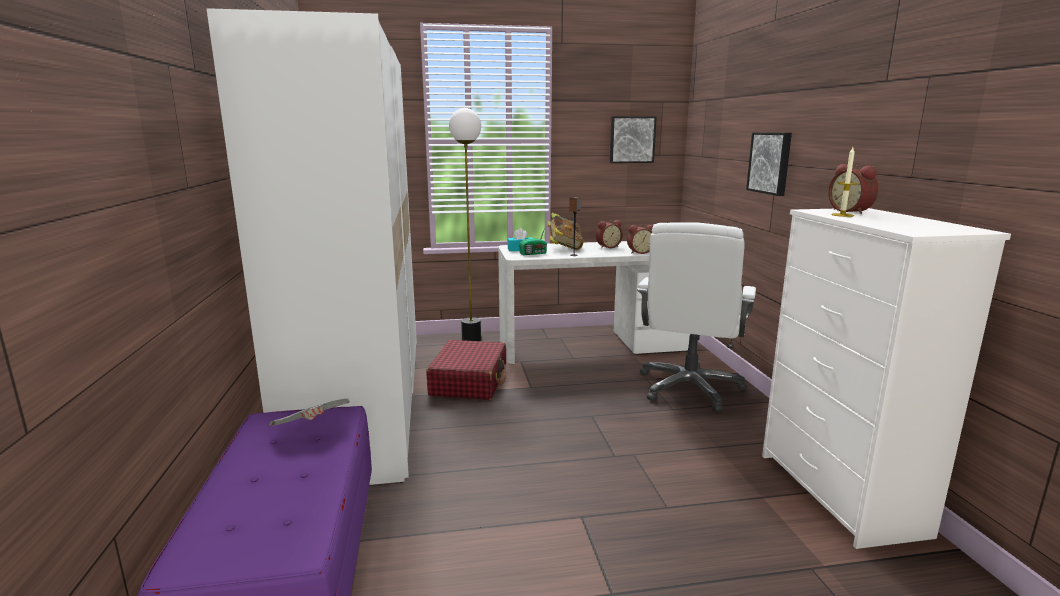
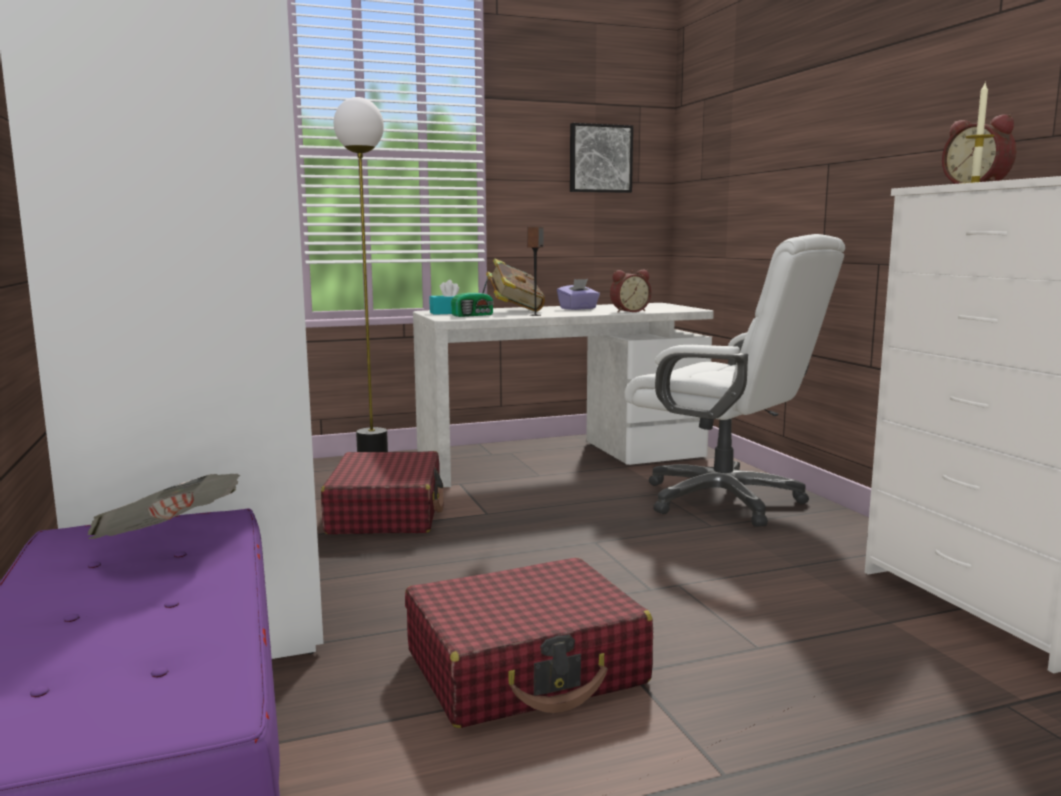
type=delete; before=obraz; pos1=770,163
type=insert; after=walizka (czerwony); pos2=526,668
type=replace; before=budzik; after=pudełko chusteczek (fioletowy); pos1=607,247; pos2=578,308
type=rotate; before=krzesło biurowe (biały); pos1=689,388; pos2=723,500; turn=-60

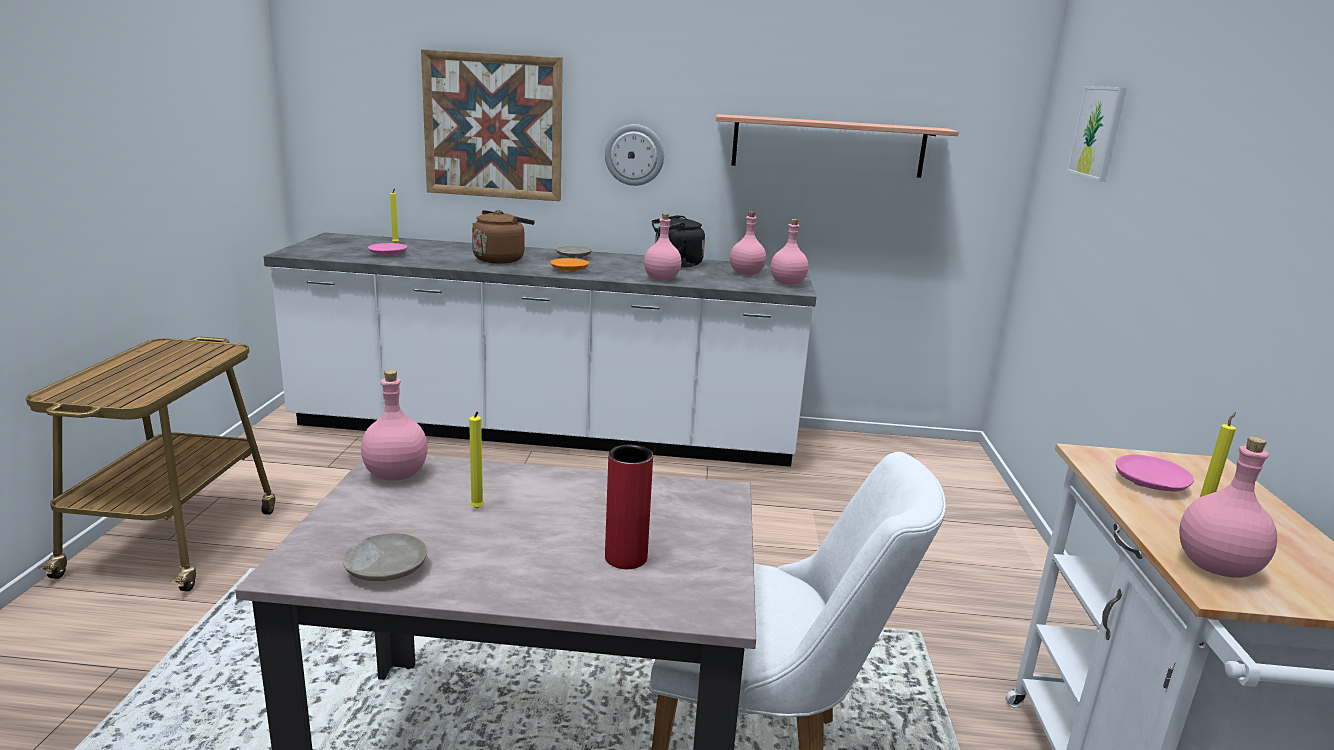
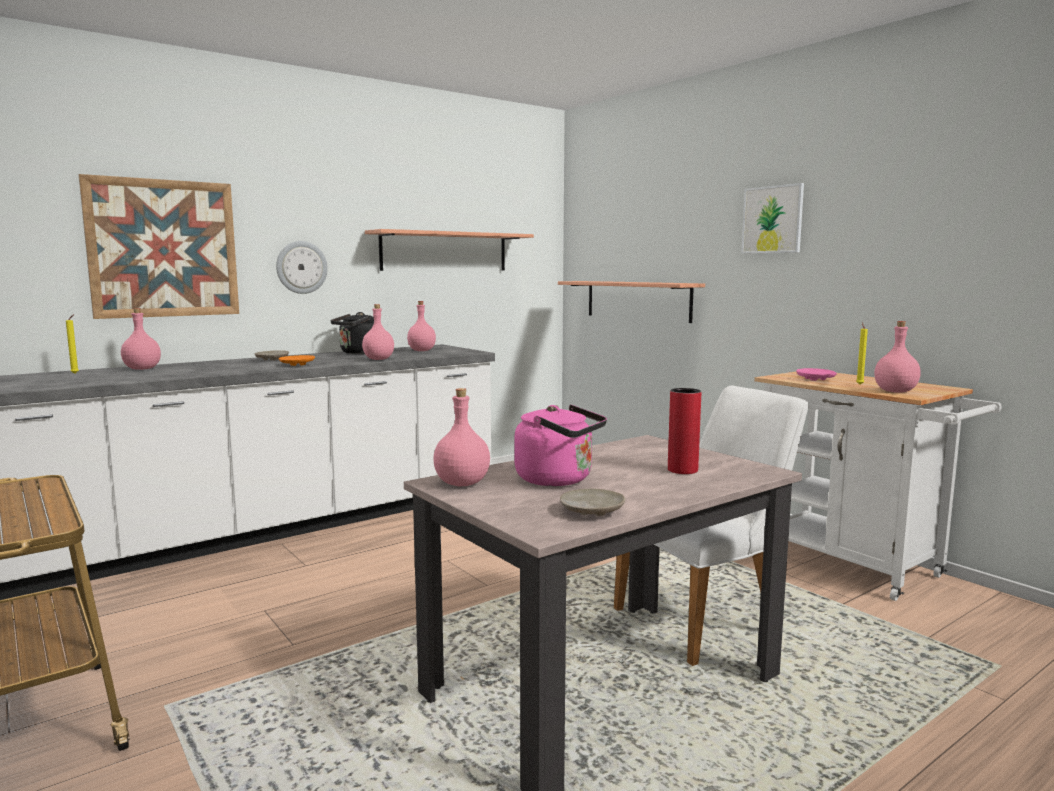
type=delete; before=talerz (różowy); pos1=387,254
type=delete; before=czajnik (brązowy); pos1=501,259
type=insert; after=półka; pos2=637,300
type=move; before=butelka (różowy); pos1=787,283; pos2=142,369
type=move; before=obraz; pos1=1097,132; pos2=772,219
type=replace; before=świeca (żółty); after=czajnik (różowy); pos1=477,510; pos2=559,480

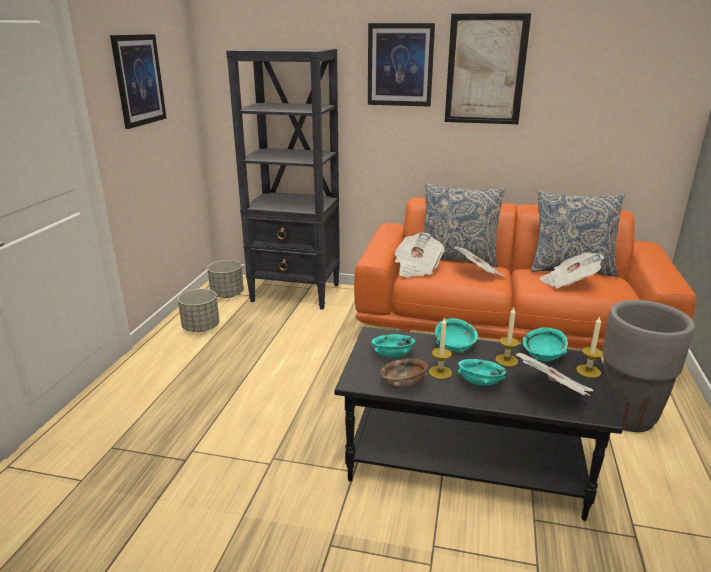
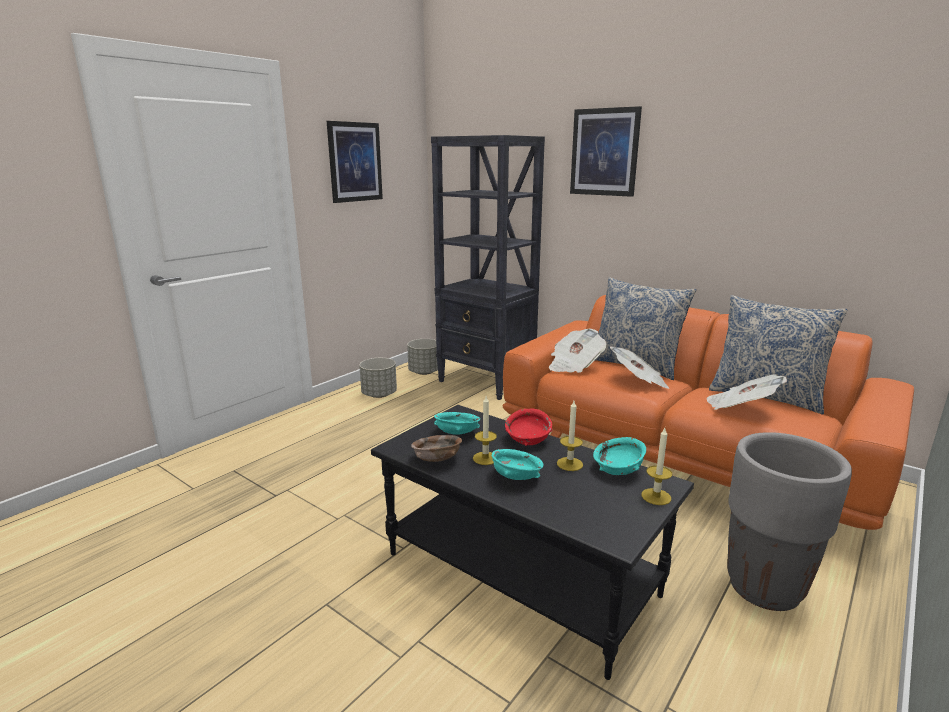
type=delete; before=obraz; pos1=485,70
type=delete; before=gazeta; pos1=553,392
type=recolor; before=miska (turkusowy); after=miska (czerwony); pos1=454,346; pos2=528,439

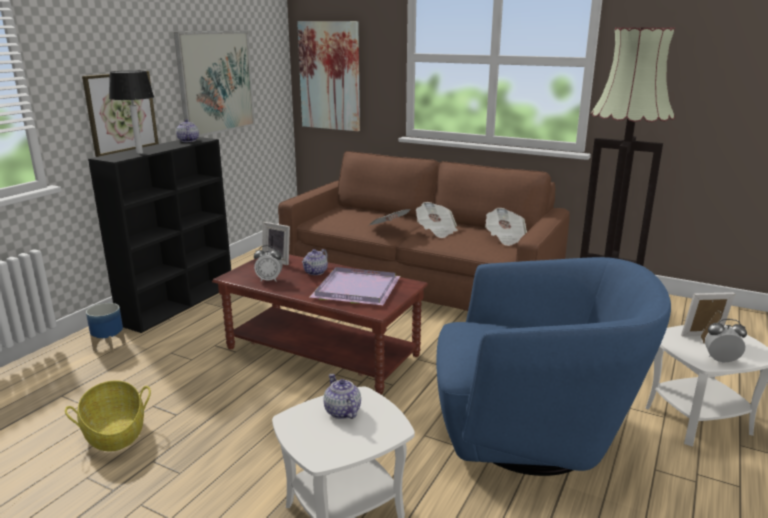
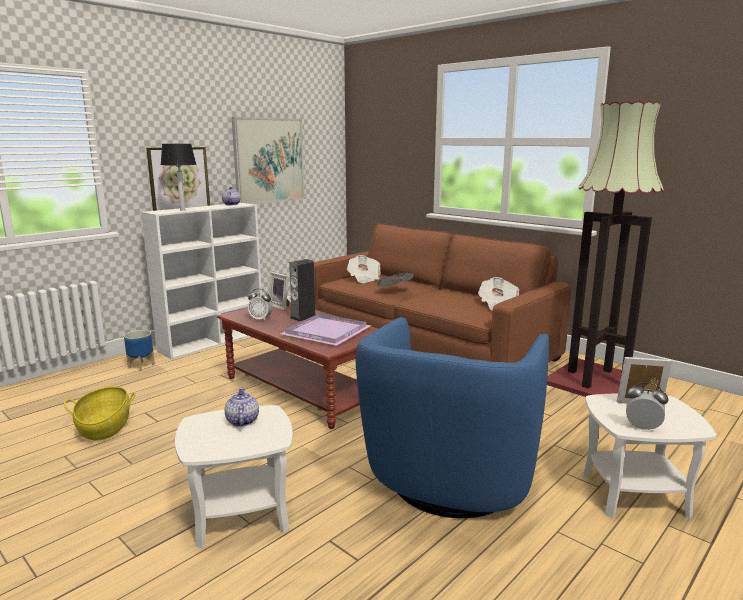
type=delete; before=obraz; pos1=329,76
type=move; before=gazeta; pos1=436,231; pos2=364,279
type=replace; before=imbryk; after=głośnik; pos1=315,272; pos2=303,317
type=recolor; before=regał (czarny); after=regał (biały); pos1=179,303; pos2=213,341
type=rotate; before=fotel (niebieski); pos1=532,434; pos2=450,481; turn=90

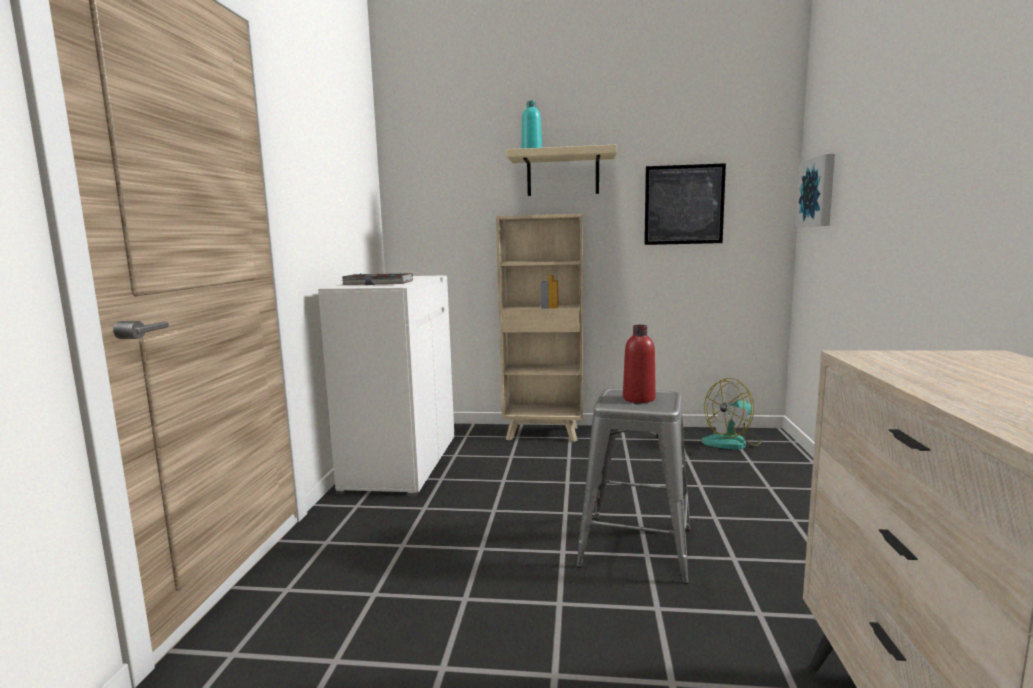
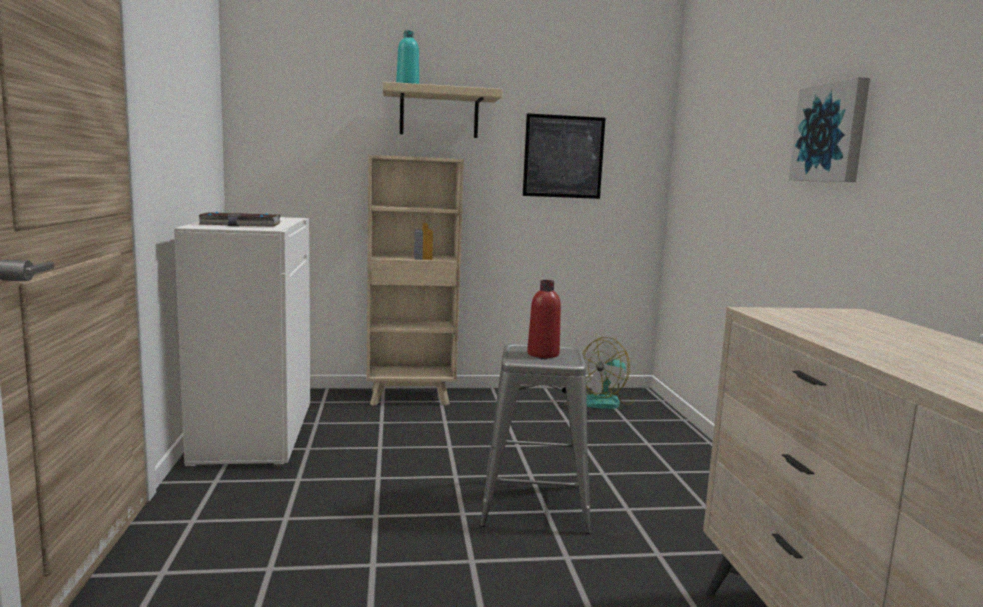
type=move; before=obraz; pos1=818,192; pos2=831,133

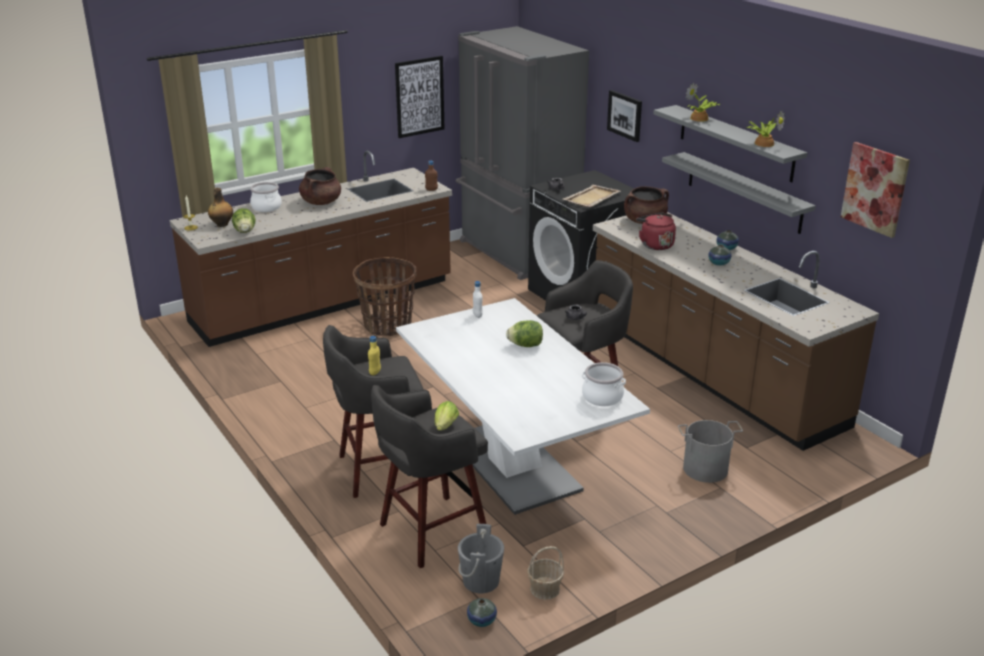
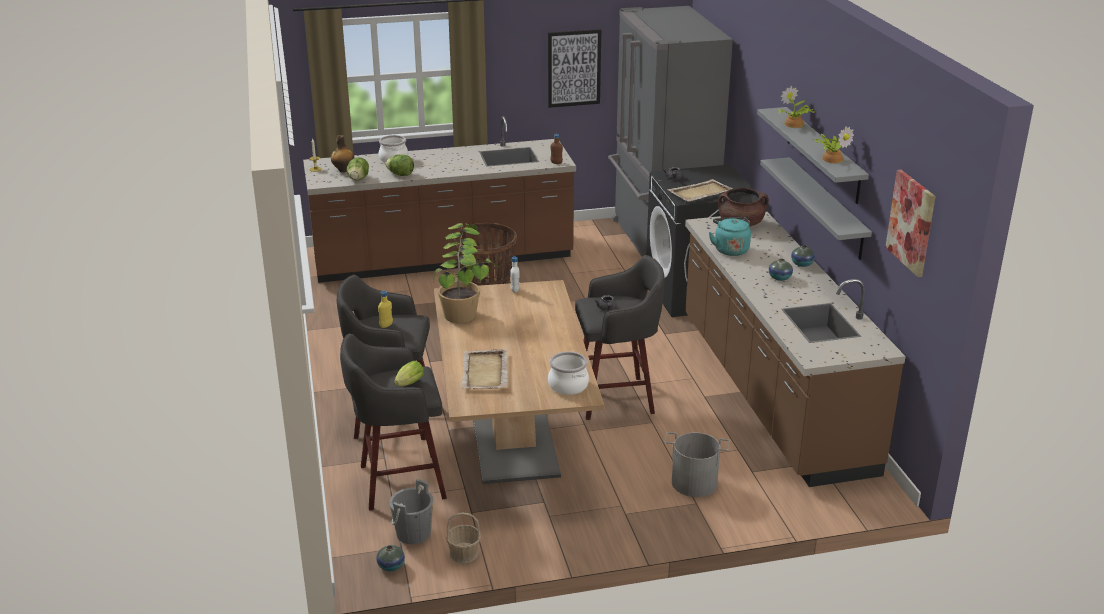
type=delete; before=garnek (brązowy); pos1=321,202
type=delete; before=obraz; pos1=625,115
type=insert; after=roślina doniczkowa; pos2=464,307
type=insert; after=taca (beżowy); pos2=485,372
type=move; before=sałata; pos1=525,345; pos2=400,174
type=recolor; before=stół jadalny (biały); after=stół jadalny (brązowy); pos1=513,464; pos2=513,439
type=recolor; before=czajnik (czerwony); after=czajnik (turkusowy); pos1=655,244; pos2=730,249

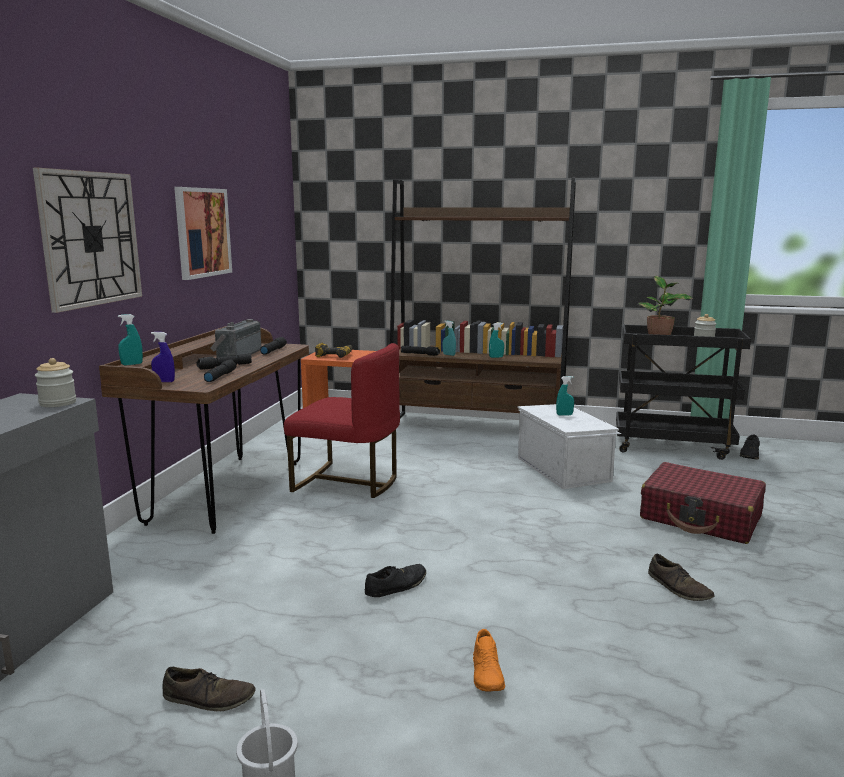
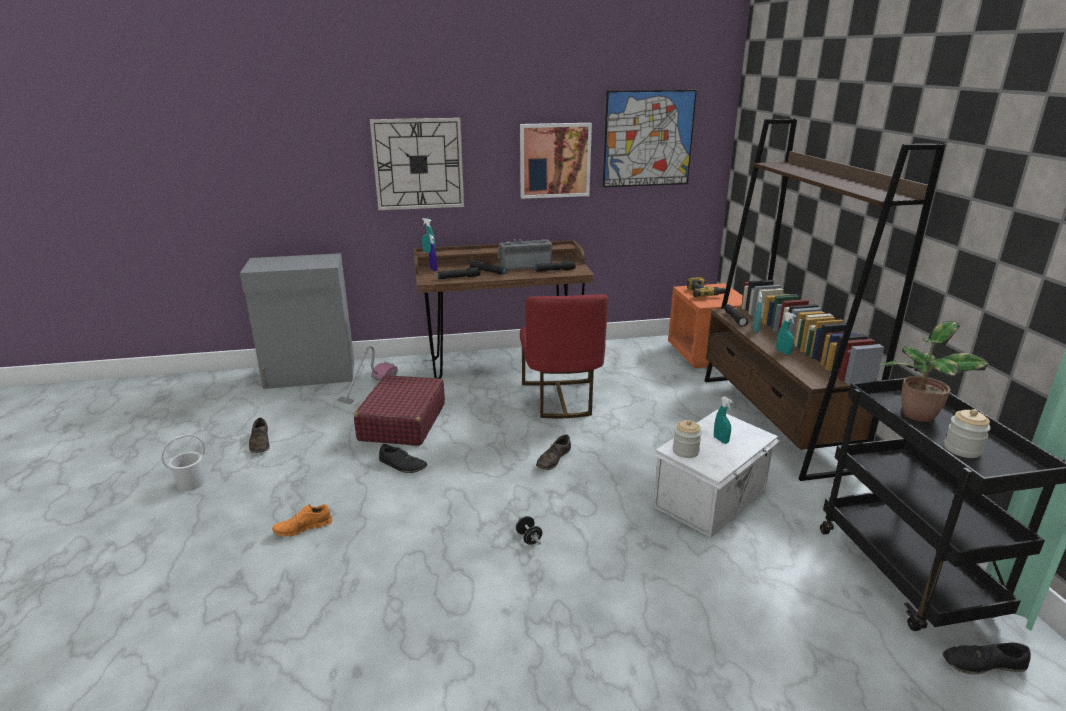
type=insert; after=odkurzacz; pos2=368,387
type=insert; after=hantel (czarny); pos2=529,538
type=insert; after=obraz; pos2=648,139
type=move; before=słoik; pos1=58,403; pos2=685,451
type=move; before=walizka (czerwony); pos1=701,517; pos2=402,422
type=move; before=but (brązowy); pos1=679,588; pos2=553,459

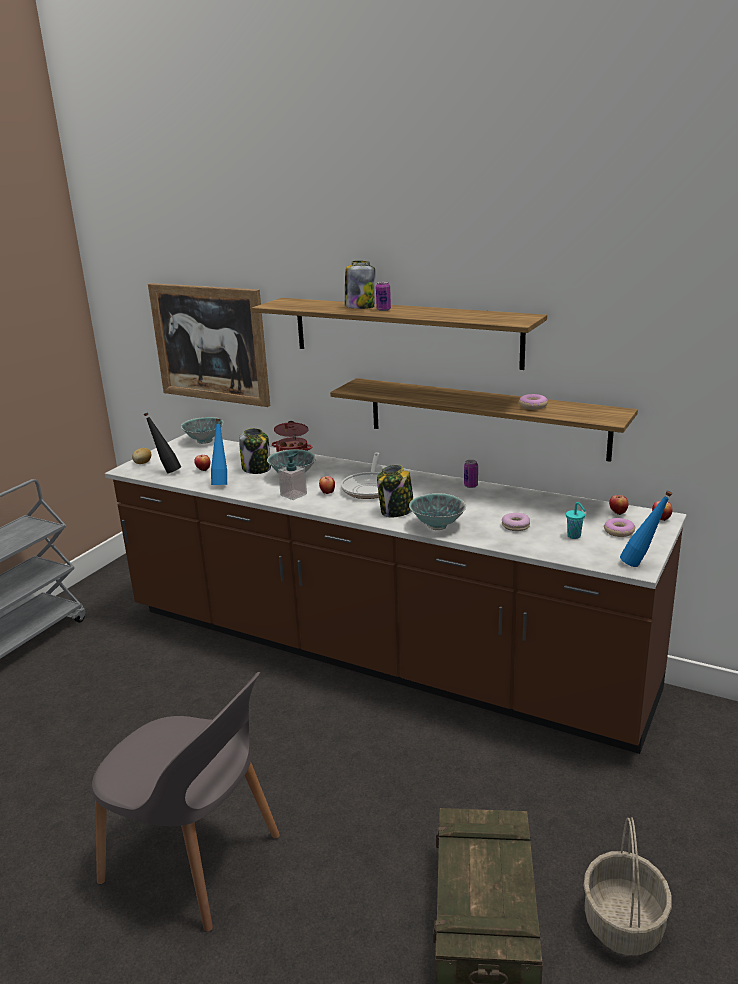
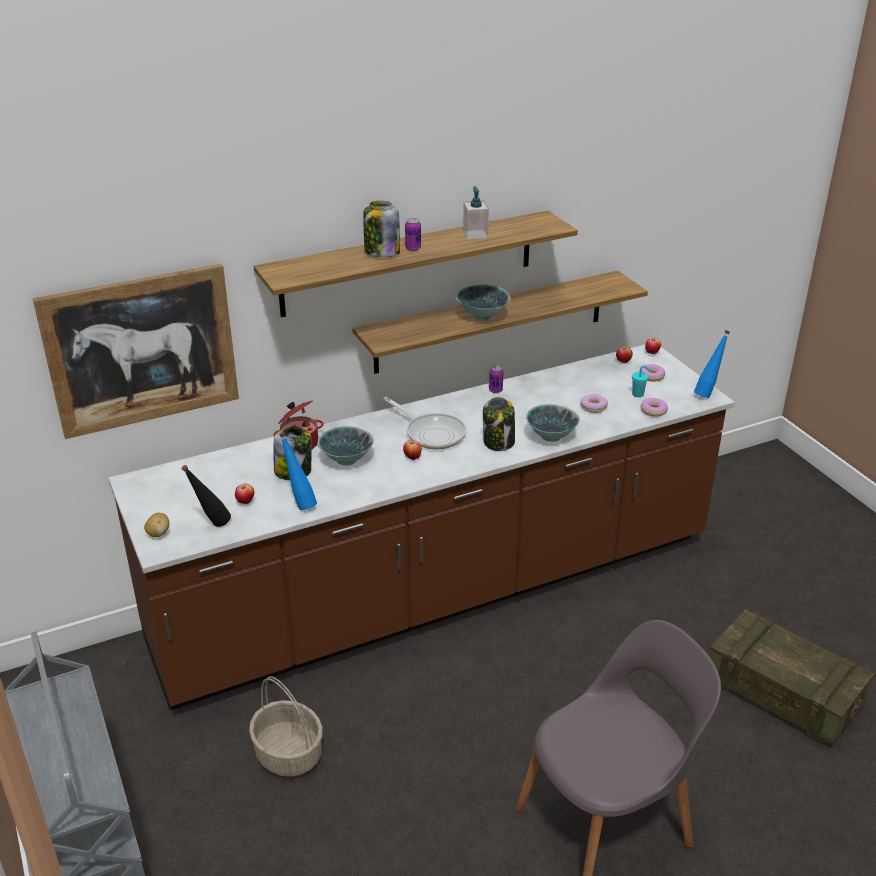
type=move; before=miska; pos1=204,441; pos2=482,316
type=move; before=dozownik mydła; pos1=293,494; pos2=475,234
type=move; before=donut; pos1=533,406; pos2=653,411
type=move; before=koszyk; pos1=624,924; pos2=289,754

